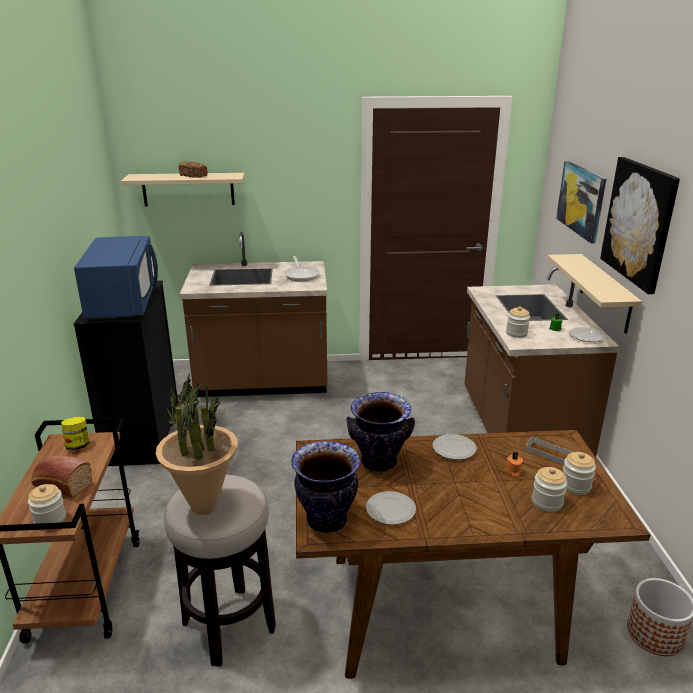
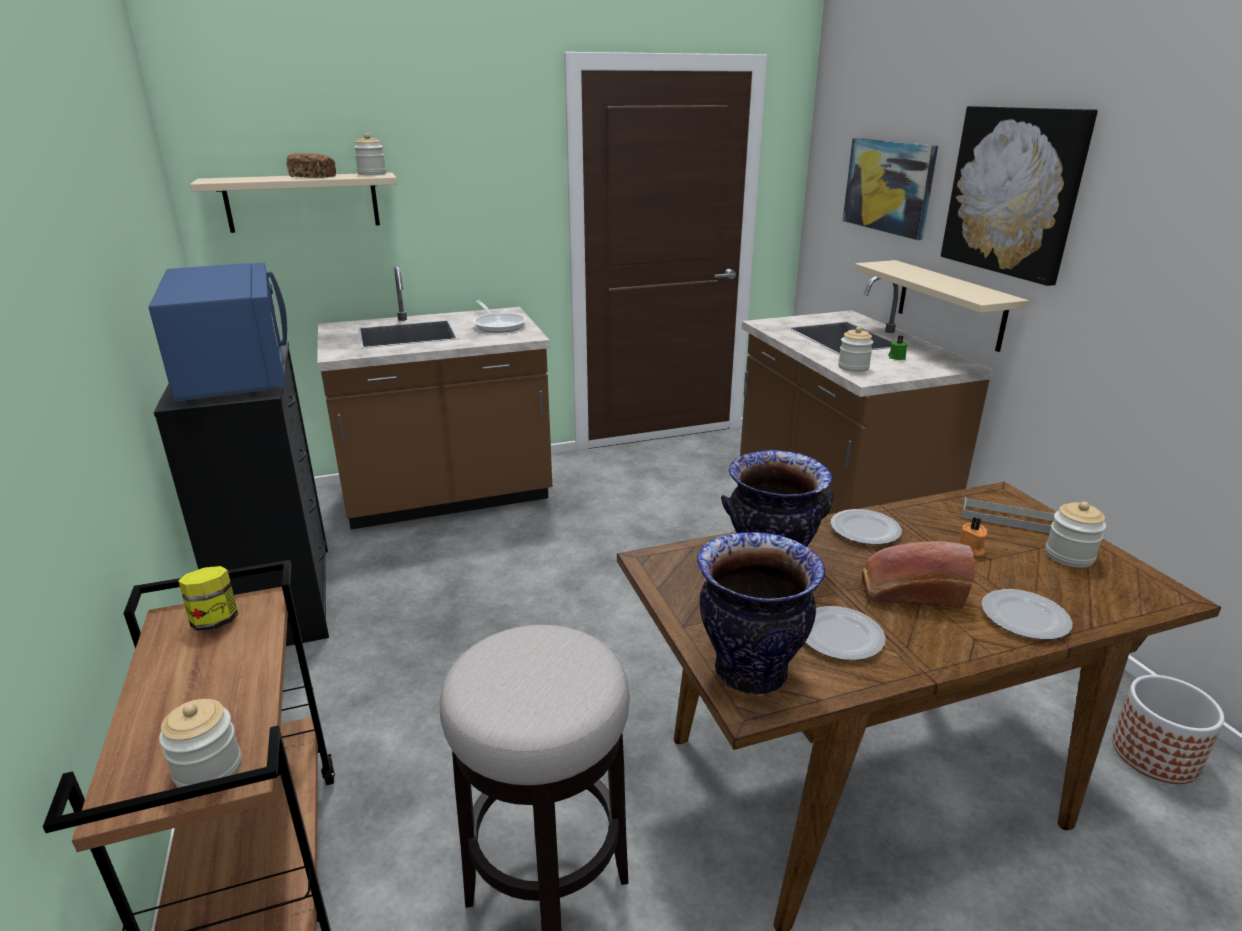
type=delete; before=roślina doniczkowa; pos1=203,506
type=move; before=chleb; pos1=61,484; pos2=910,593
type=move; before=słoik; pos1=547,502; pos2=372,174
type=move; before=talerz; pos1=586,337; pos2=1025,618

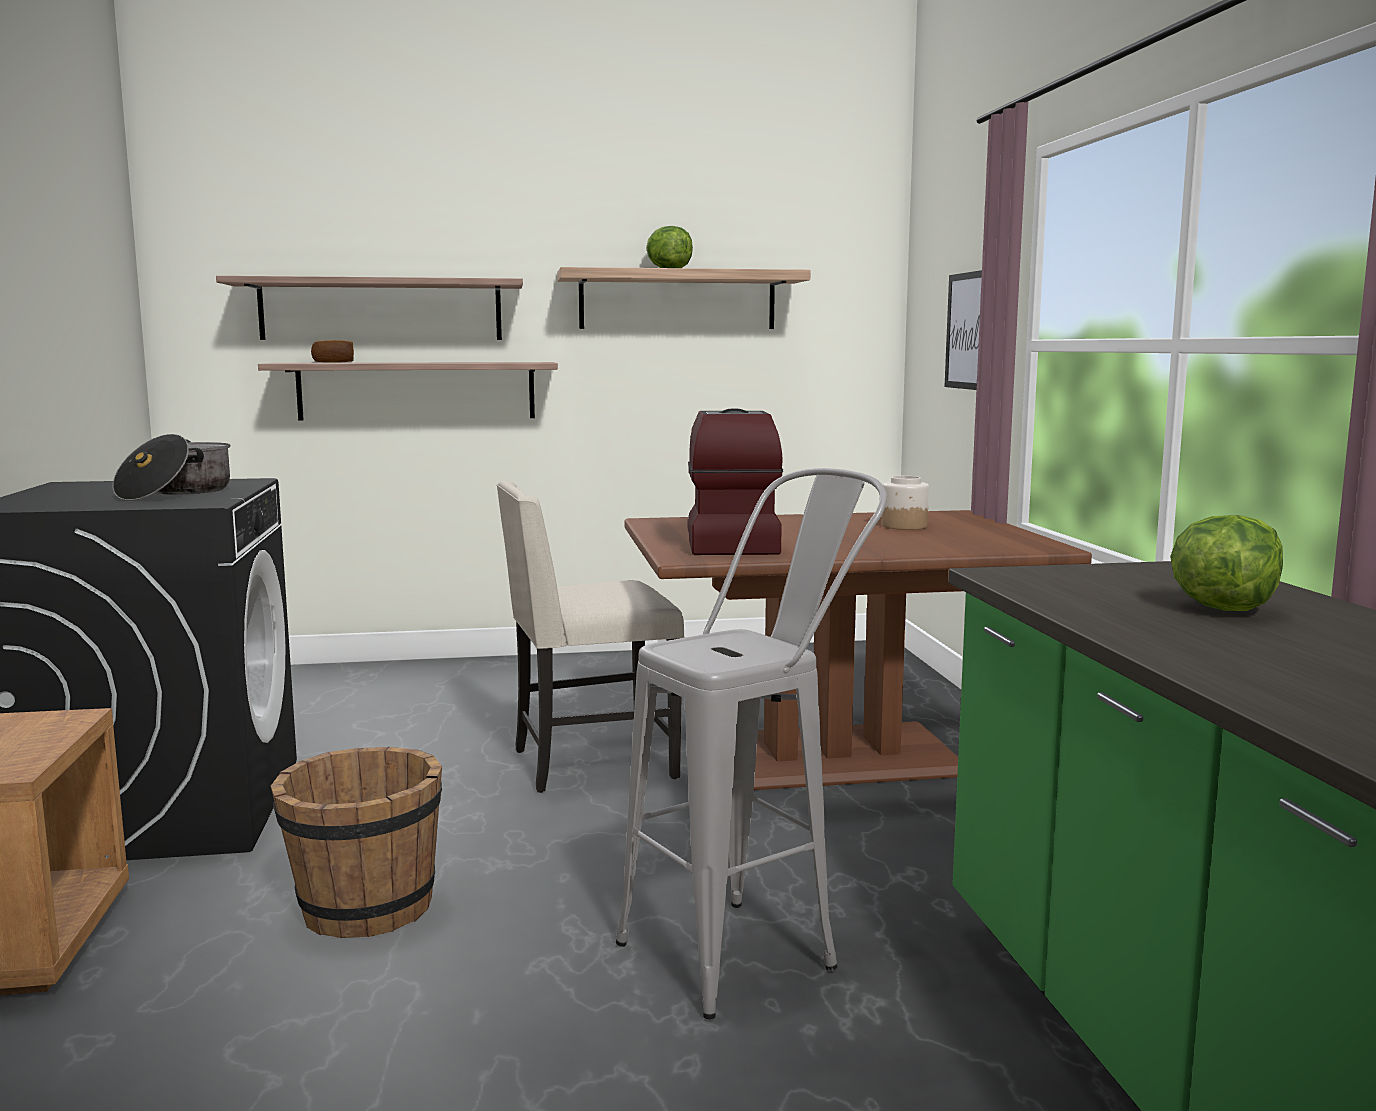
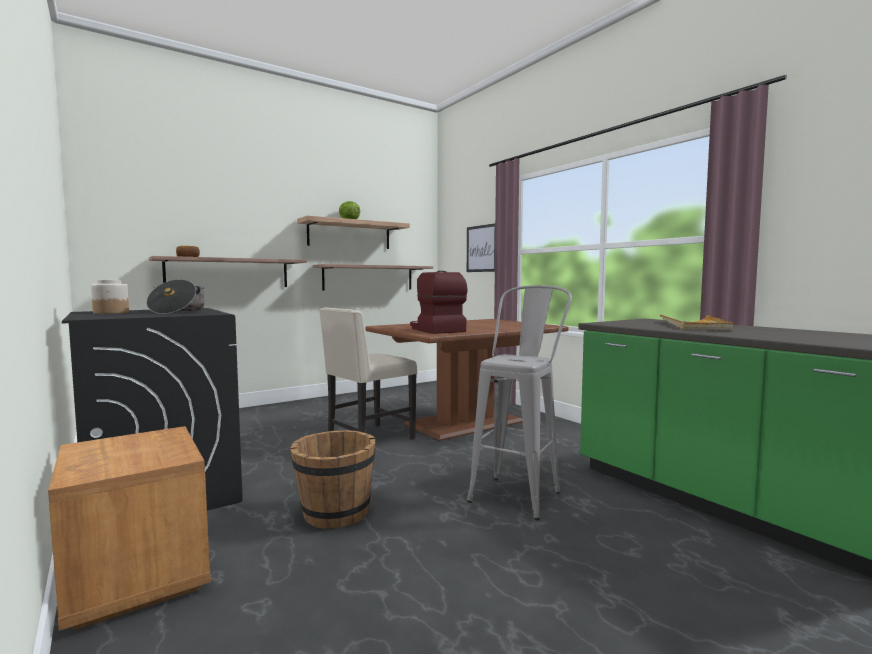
type=move; before=półka; pos1=381,310; pos2=368,277
type=move; before=słoik; pos1=903,526; pos2=110,312
type=replace; before=sałata; after=taca (beżowy); pos1=1223,608; pos2=694,326

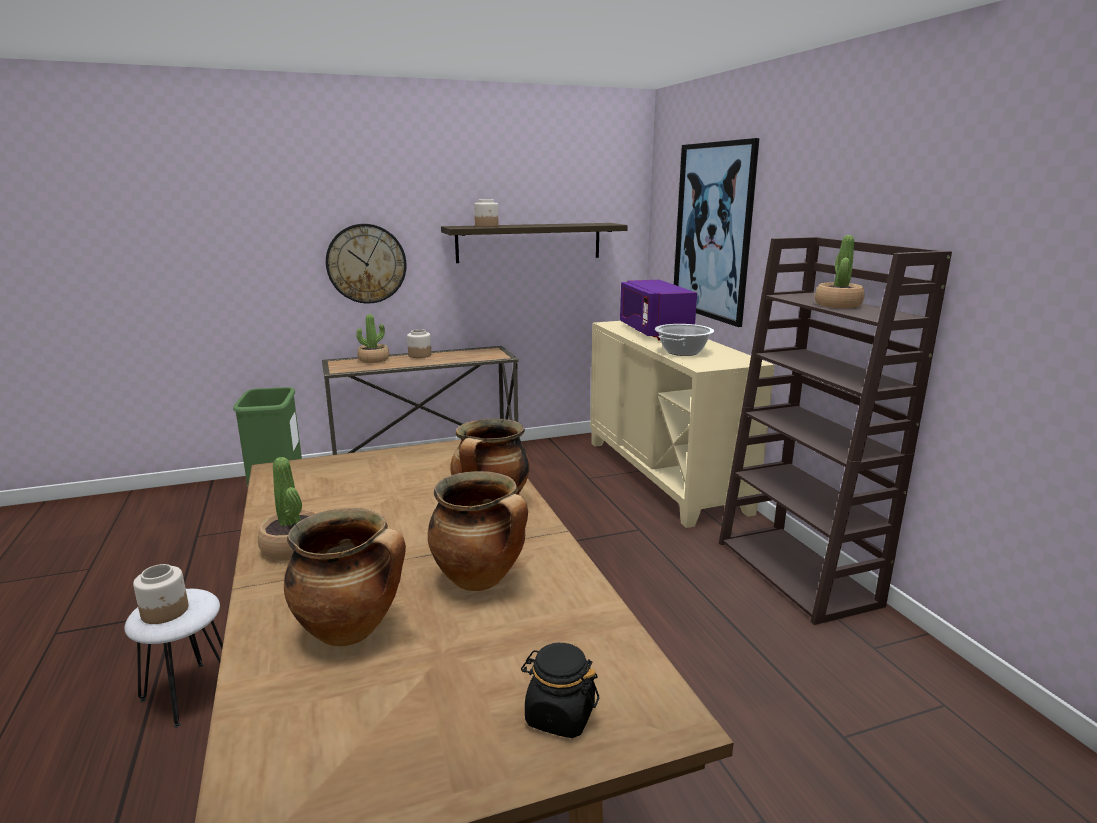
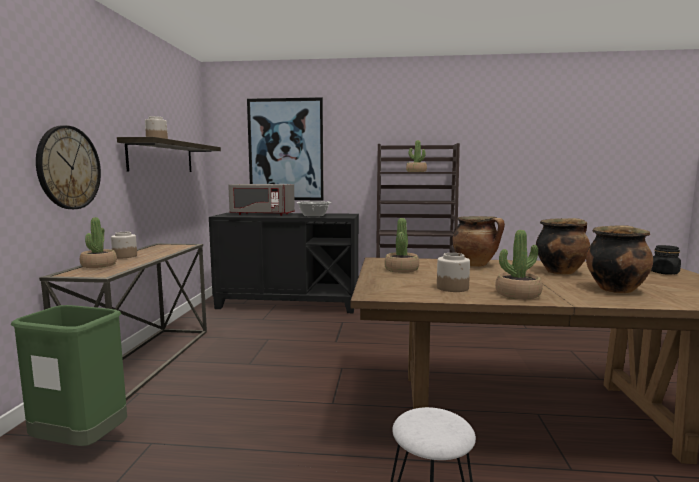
type=insert; after=roślina doniczkowa; pos2=401,269
type=move; before=słoik; pos1=165,611; pos2=452,288
type=recolor; before=szafka (beżowy); after=szafka (czarny); pos1=665,475; pos2=288,304
type=recolor; before=mikrofalówka (fioletowy); after=mikrofalówka (szary); pos1=654,332; pos2=261,214

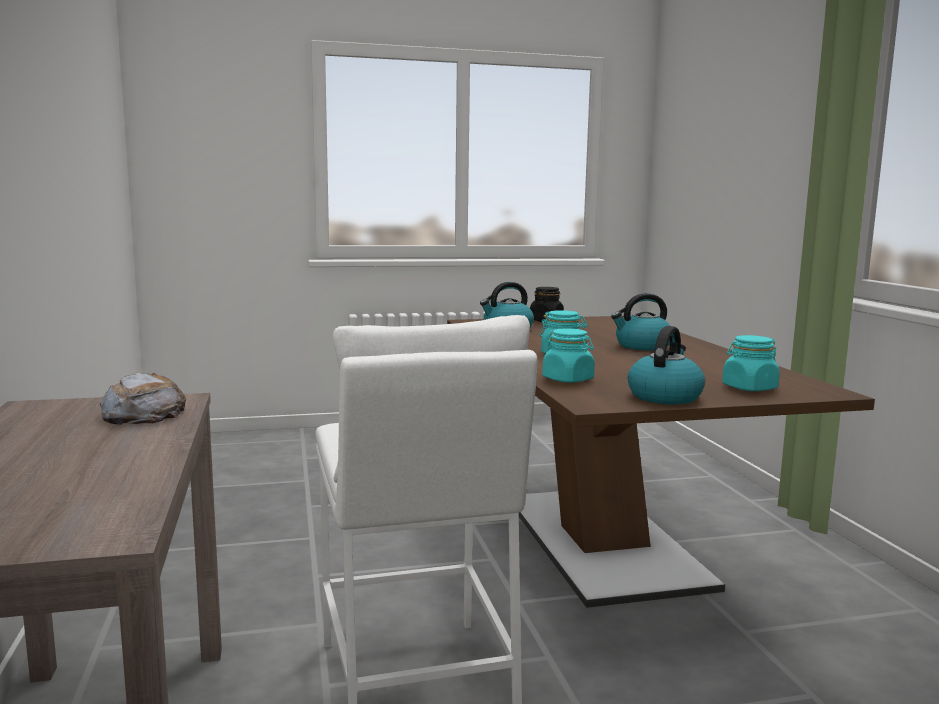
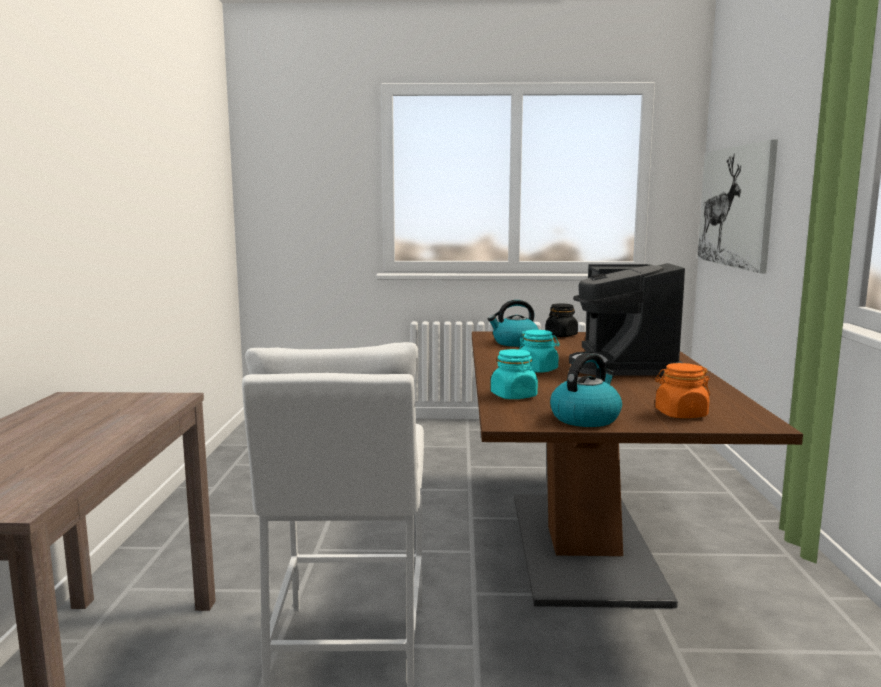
type=delete; before=chleb; pos1=143,414
type=insert; after=obraz; pos2=735,206
type=replace; before=czajnik; after=ekspres do kawy; pos1=642,346; pos2=624,365
type=recolor; before=słoik (turkusowy); after=słoik (pomarańczowy); pos1=749,388; pos2=680,414

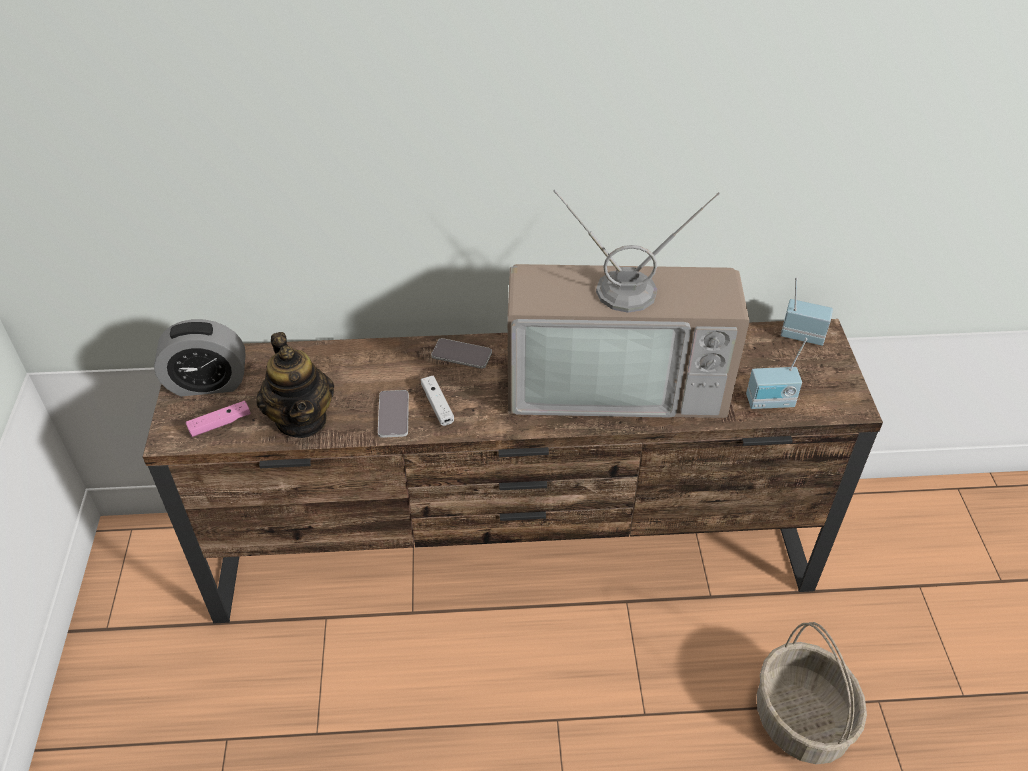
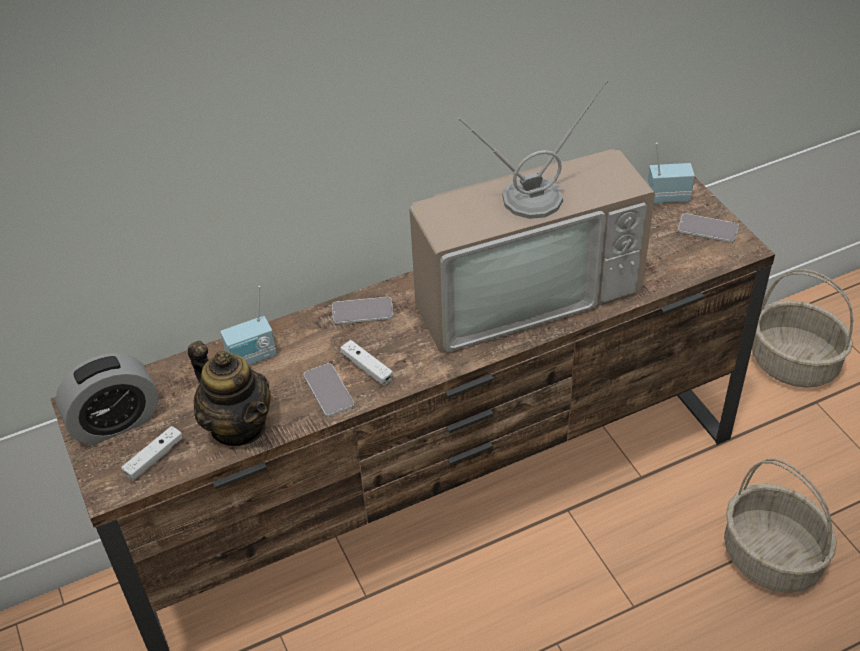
type=insert; after=telefon; pos2=708,229
type=insert; after=koszyk; pos2=795,363
type=move; before=radio; pos1=770,403; pos2=252,358
type=recolor; before=pad do gier (różowy); after=pad do gier (biały); pos1=220,423; pos2=154,458

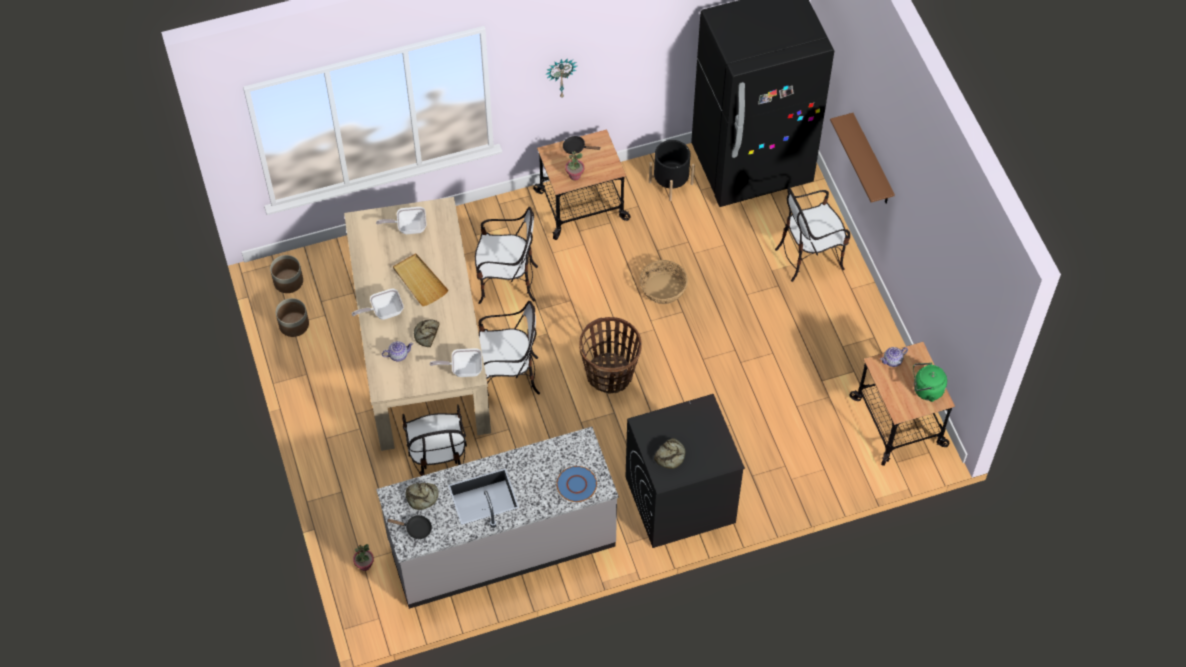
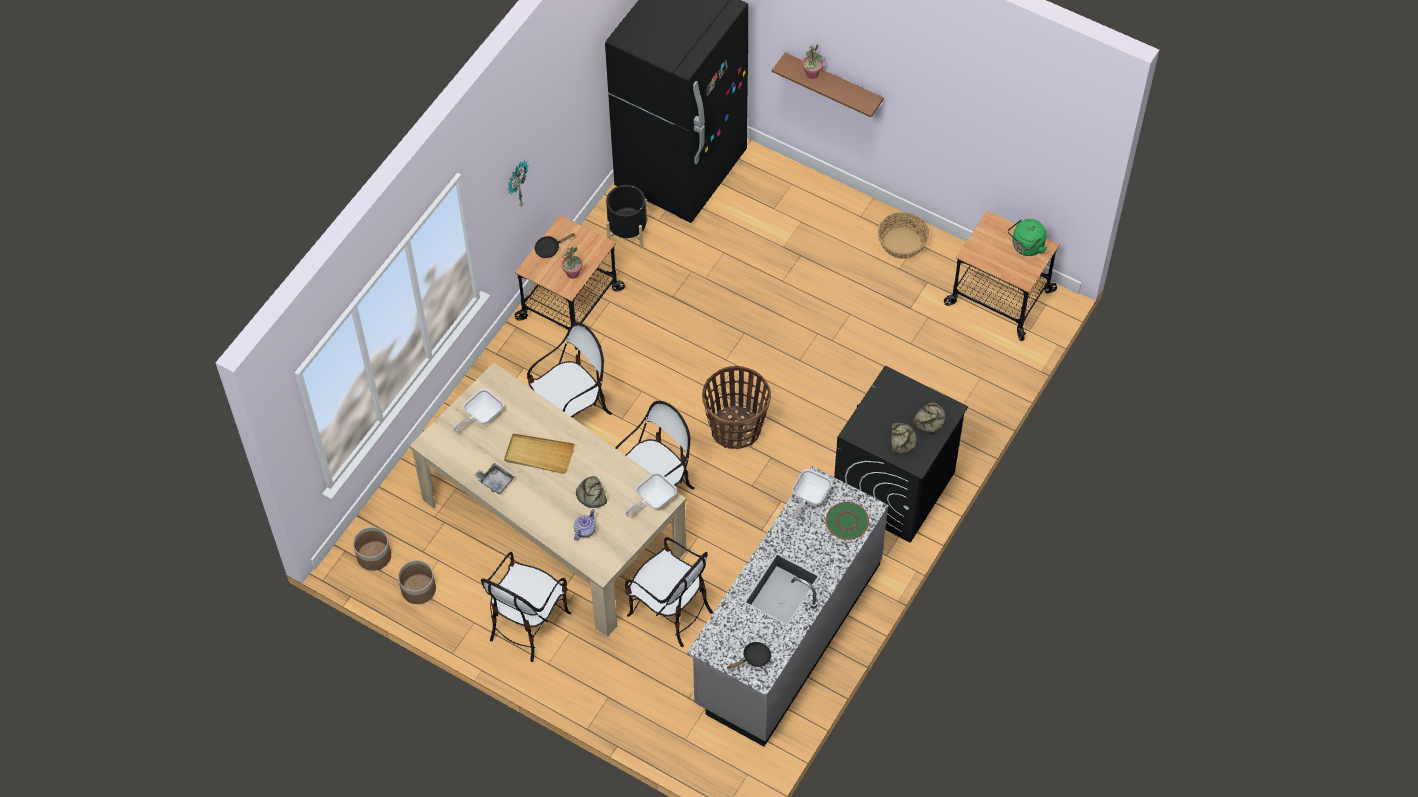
type=delete; before=imbryk; pos1=892,360
type=insert; after=taca (szary); pos2=495,481
type=move; before=patelnia; pos1=384,312; pos2=809,497
type=move; before=roślina doniczkowa; pos1=364,565; pos2=812,74
type=move; before=chleb; pos1=422,497; pos2=930,420
type=move; before=koszyk; pos1=663,289; pos2=902,243
type=move; before=krzesło; pos1=809,256; pos2=528,623
type=recolor; before=talerz (niebieski); after=talerz (zielony); pos1=576,484; pos2=847,521

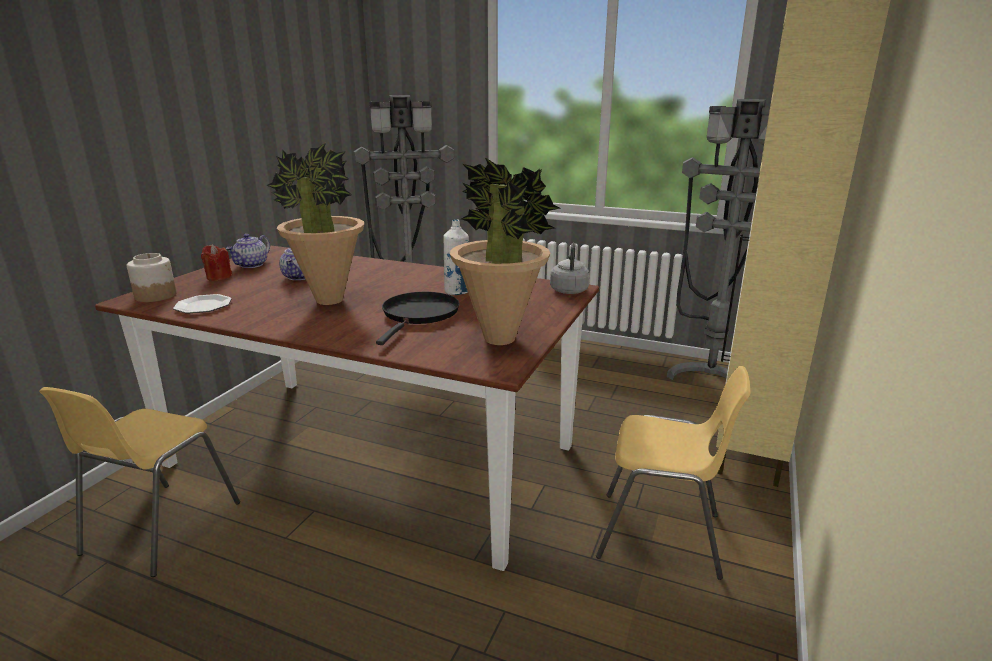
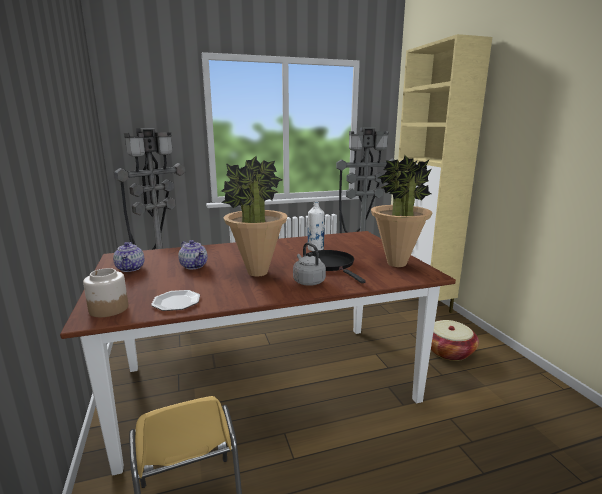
type=delete; before=świeca (czerwony); pos1=219,277
type=move; before=czajnik (szary); pos1=569,290; pos2=308,281
type=replace; before=krzesło (żółty); after=koszyk; pos1=661,535; pos2=448,351

